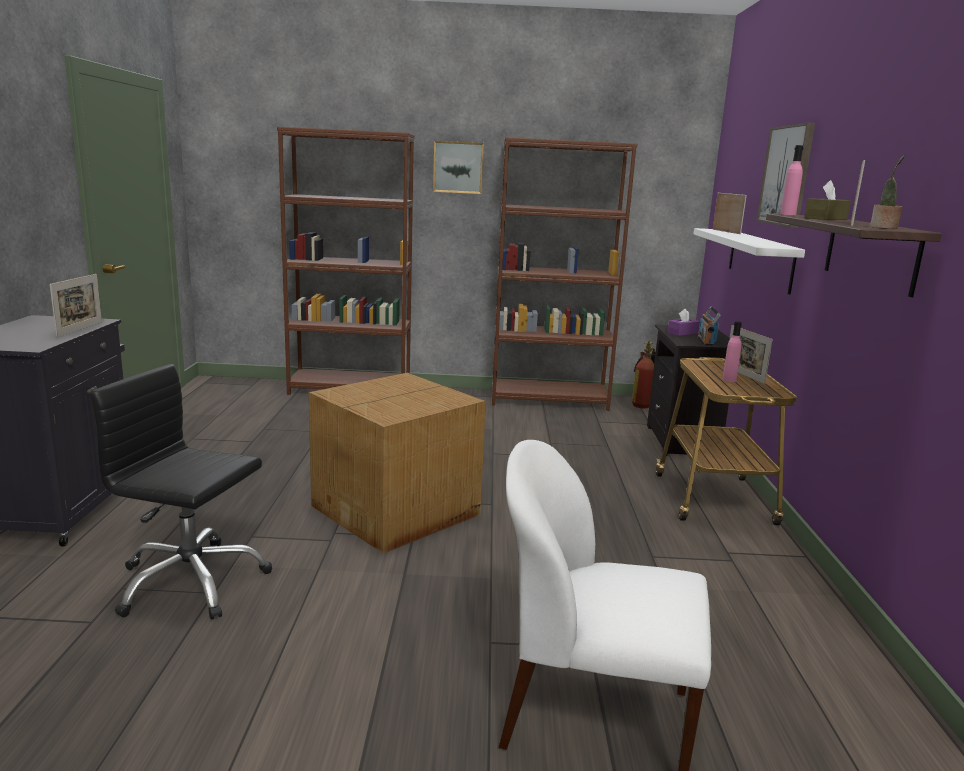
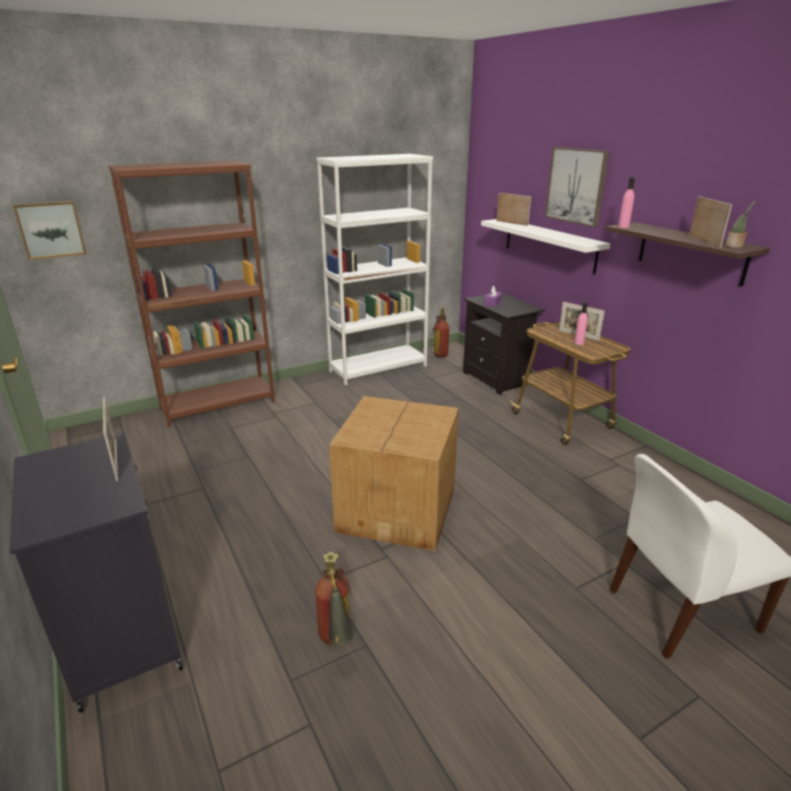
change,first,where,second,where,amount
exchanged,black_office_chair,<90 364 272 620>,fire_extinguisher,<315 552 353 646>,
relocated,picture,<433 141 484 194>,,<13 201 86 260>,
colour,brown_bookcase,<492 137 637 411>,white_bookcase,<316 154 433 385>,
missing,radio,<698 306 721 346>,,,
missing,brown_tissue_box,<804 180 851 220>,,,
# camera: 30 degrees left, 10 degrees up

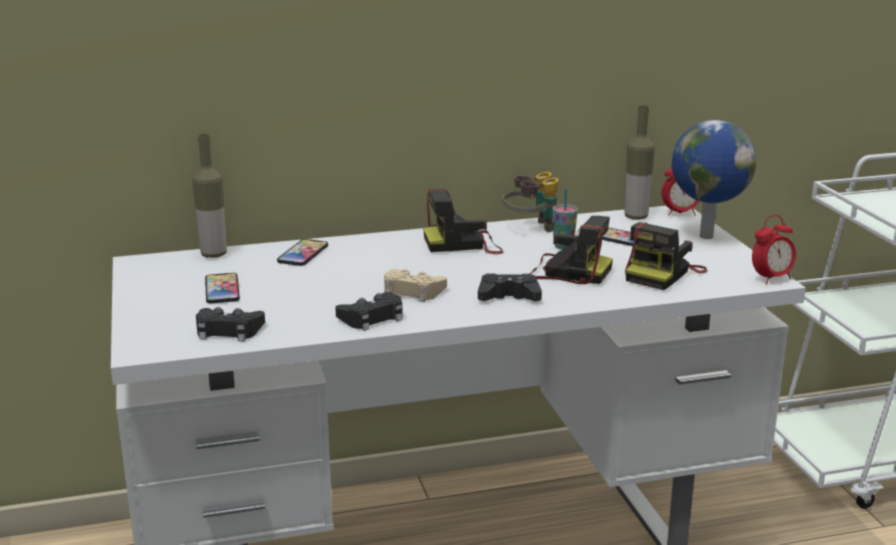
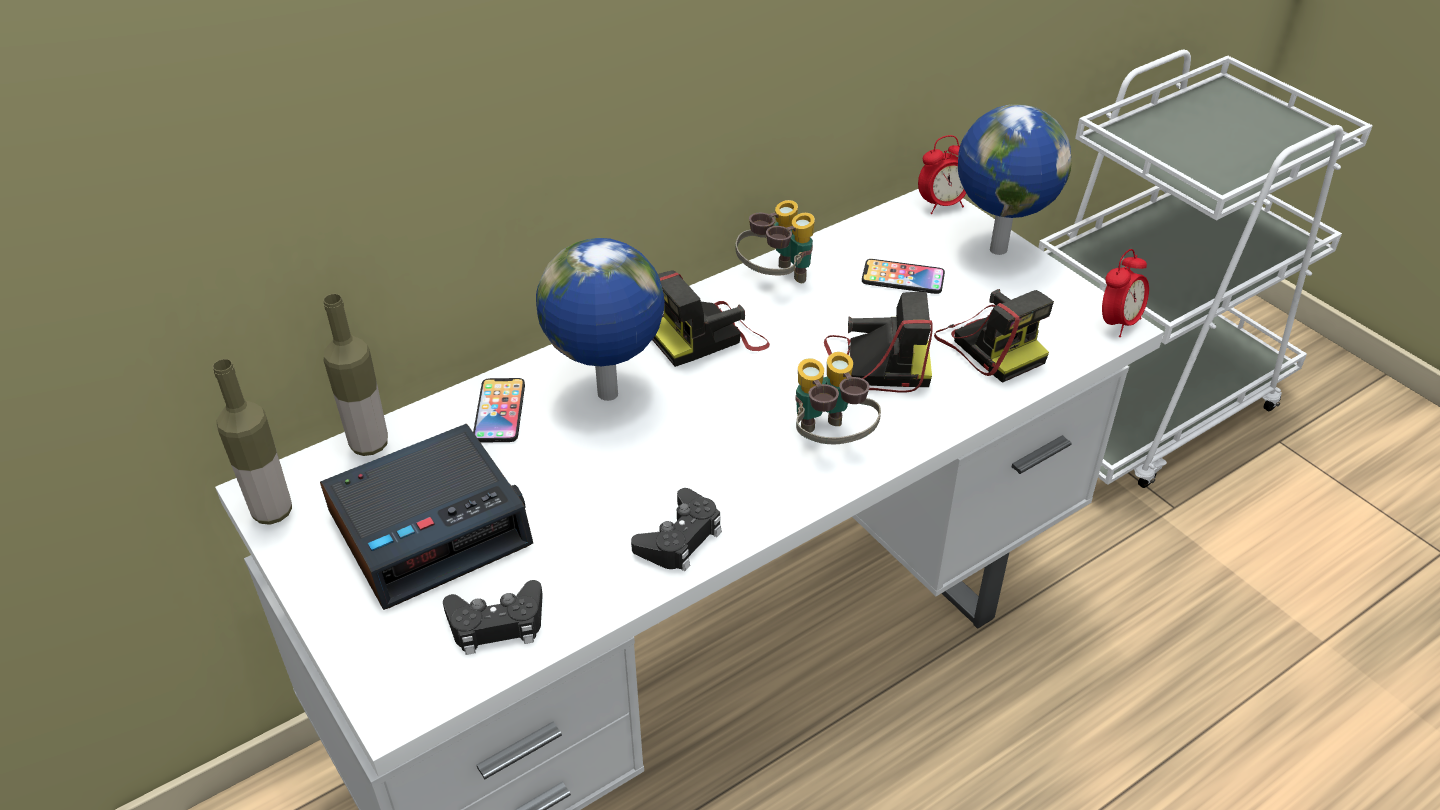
change,first,where,second,where,amount
exchanged,phone,<205 273 240 303>,alarm_clock,<320 424 533 610>,
missing,beige_game_controller,<384 269 447 302>,,,
exchanged,black_game_controller,<478 273 542 301>,binoculars,<796 352 881 444>,
missing,cup,<553 189 578 249>,,,
relocated,bottle,<624 105 655 220>,,<213 359 292 525>,
spun,photo_camera,<625 222 707 290>,,<934 289 1054 383>,45 degrees counterclockwise
appeared,,,globe,<536 238 665 401>,
# camera: 20 degrees left, 20 degrees up

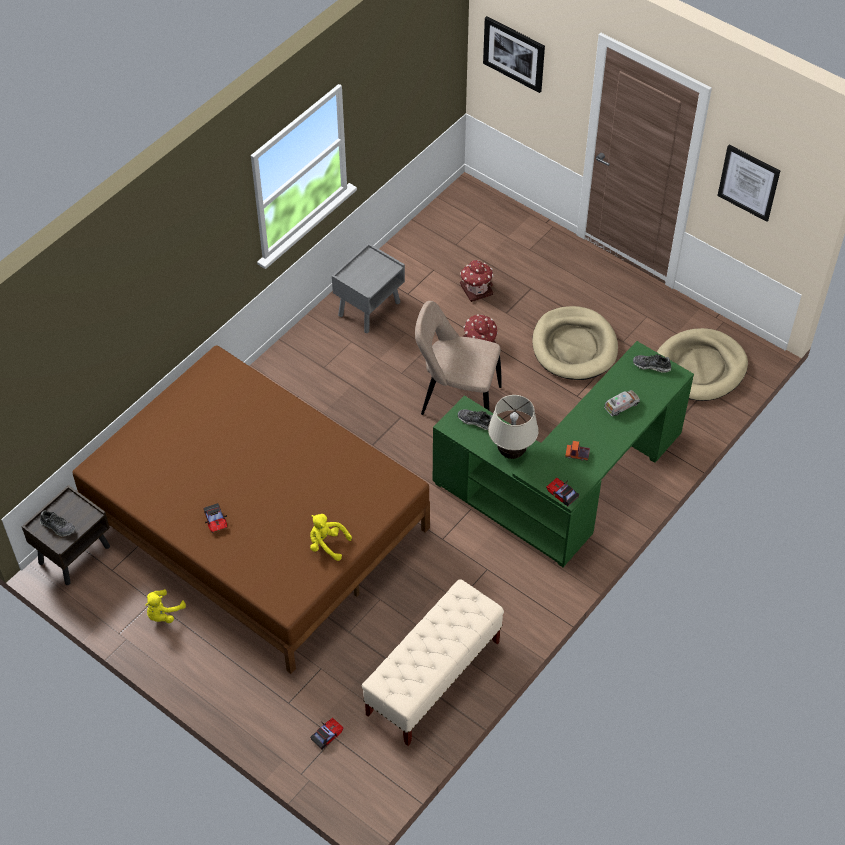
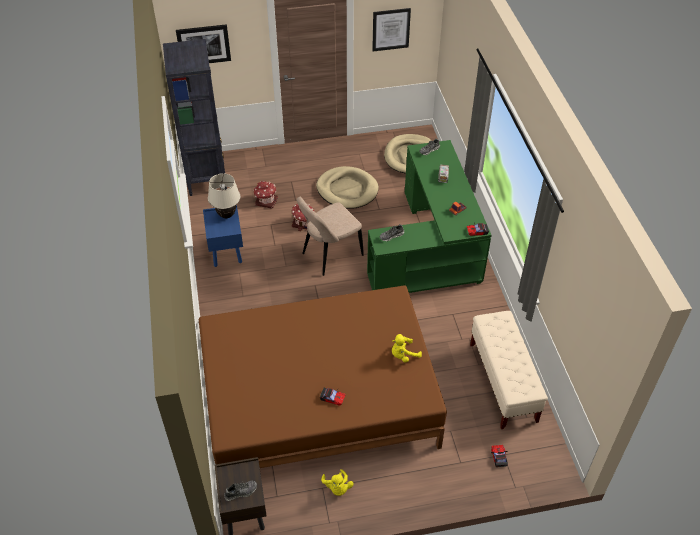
change,first,where,second,where,amount
colour,grey_nightstand,<332 243 405 333>,blue_nightstand,<203 205 243 267>,
relocated,beige_table_lamp,<488 395 539 459>,,<208 173 240 218>,
appeared,,,black_bookcase,<163 39 227 196>,
# camera: 50 degrees left, 5 degrees down

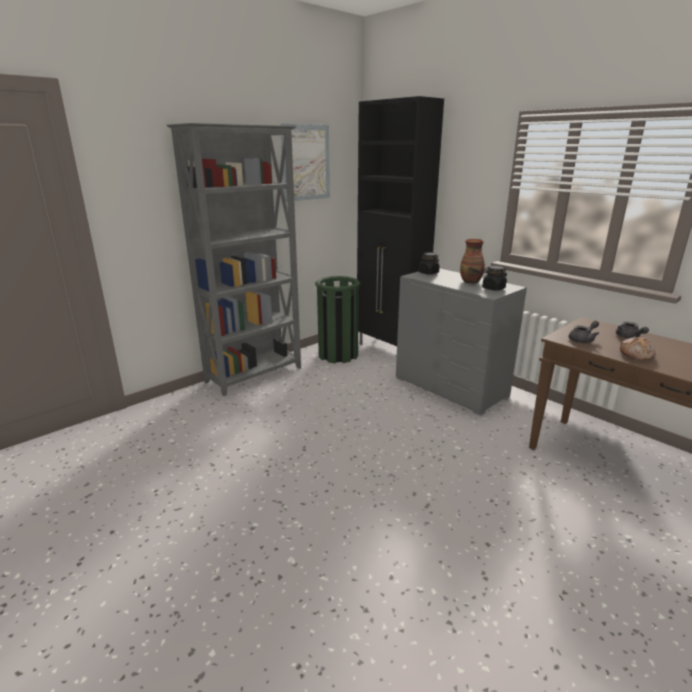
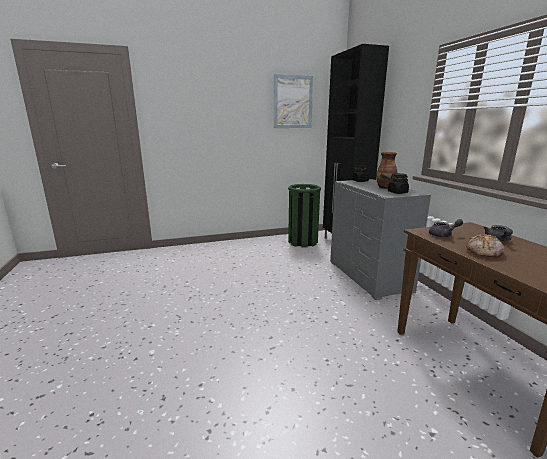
change,first,where,second,where,amount
missing,grey_bookcase,<167 123 301 396>,,,
# camera: 25 degrees right, 5 degrees down

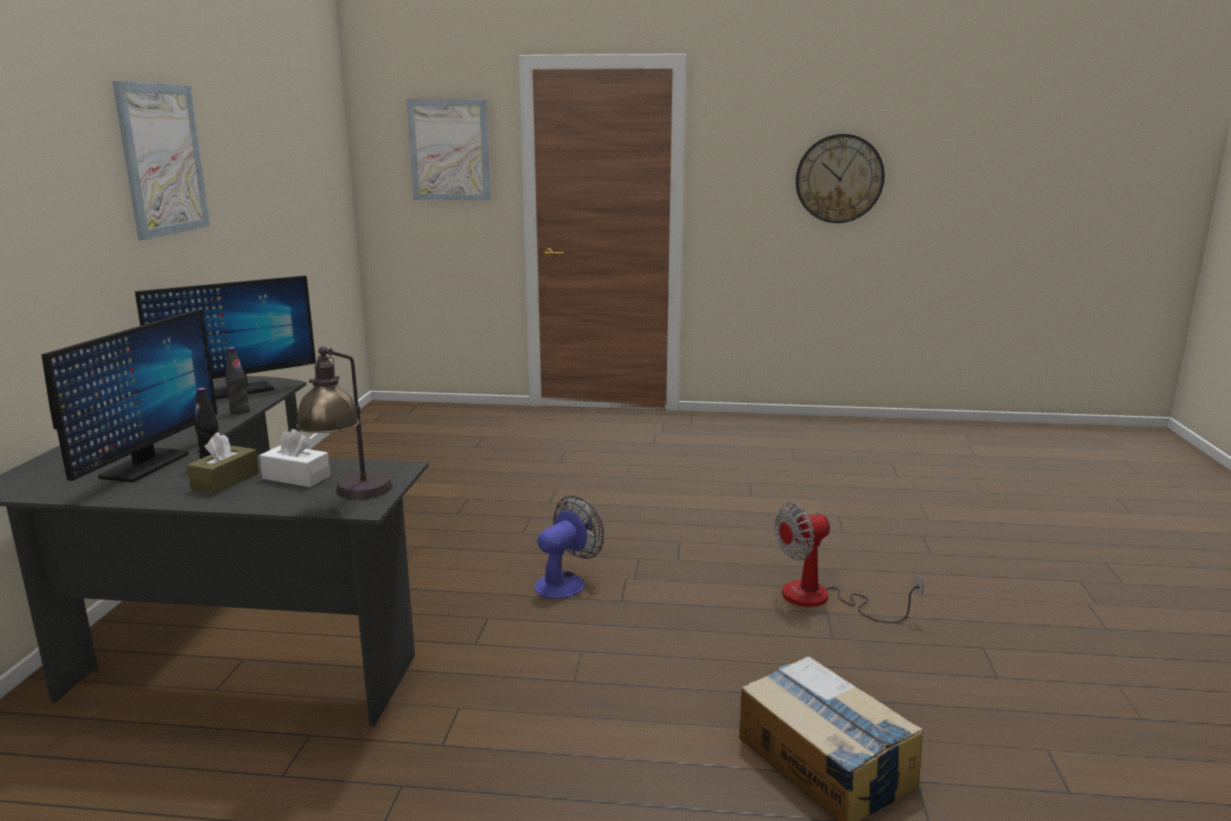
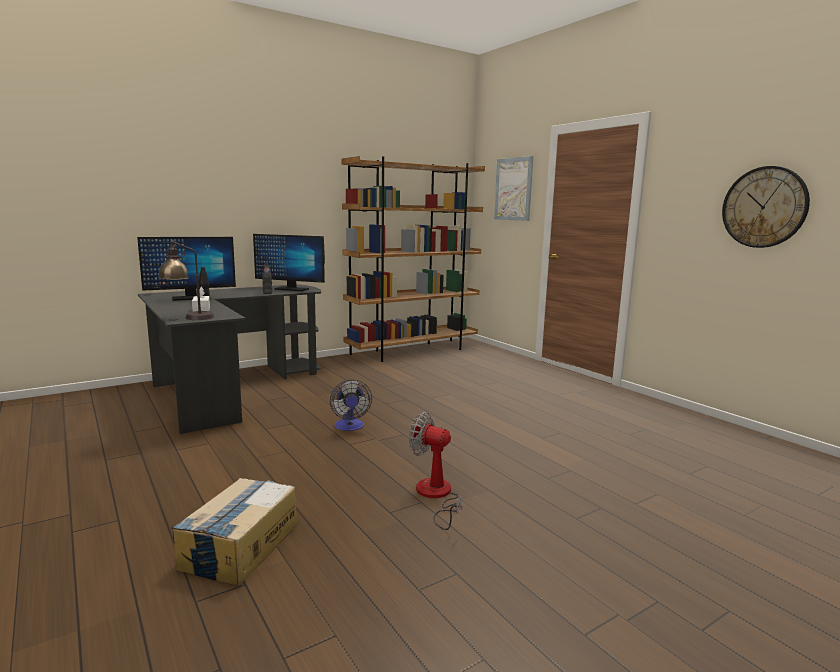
change,first,where,second,where,amount
missing,picture,<112 81 210 240>,,,
missing,brown_tissue_box,<187 432 259 494>,,,
spun,fan,<534 495 604 599>,,<330 379 372 431>,75 degrees clockwise
appeared,,,brown_bookcase,<341 156 485 362>,
# camera: 50 degrees right, 5 degrees down

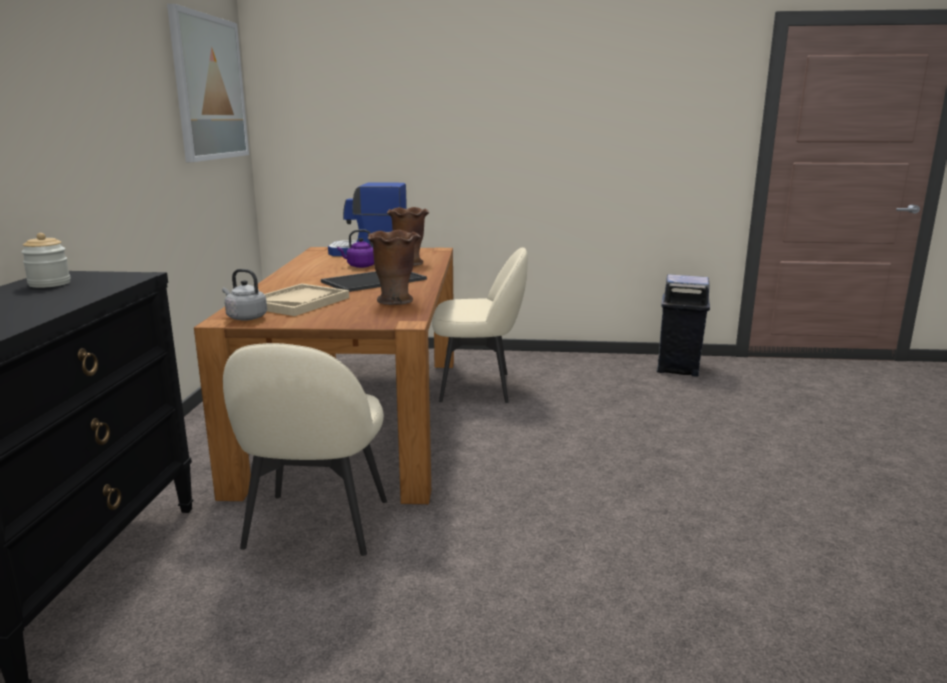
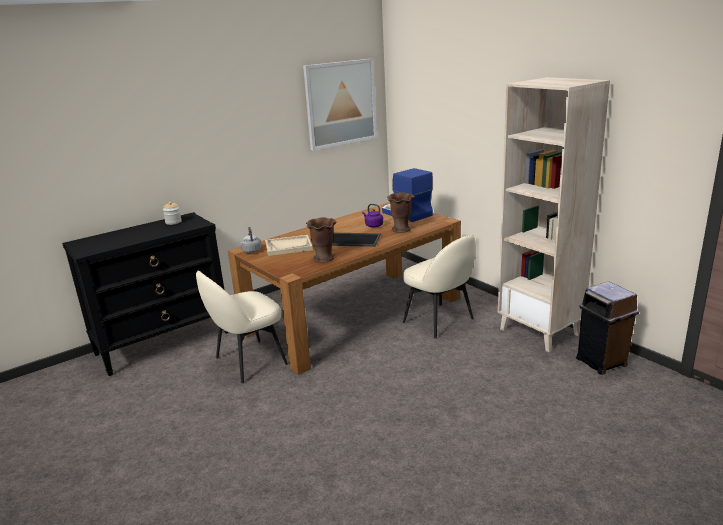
change,first,where,second,where,amount
colour,grey_trash_can,<656 274 710 377>,brown_trash_can,<576 282 639 375>,
appeared,,,beige_bookcase,<498 77 610 352>,
# camera: 50 degrees right, 5 degrees up

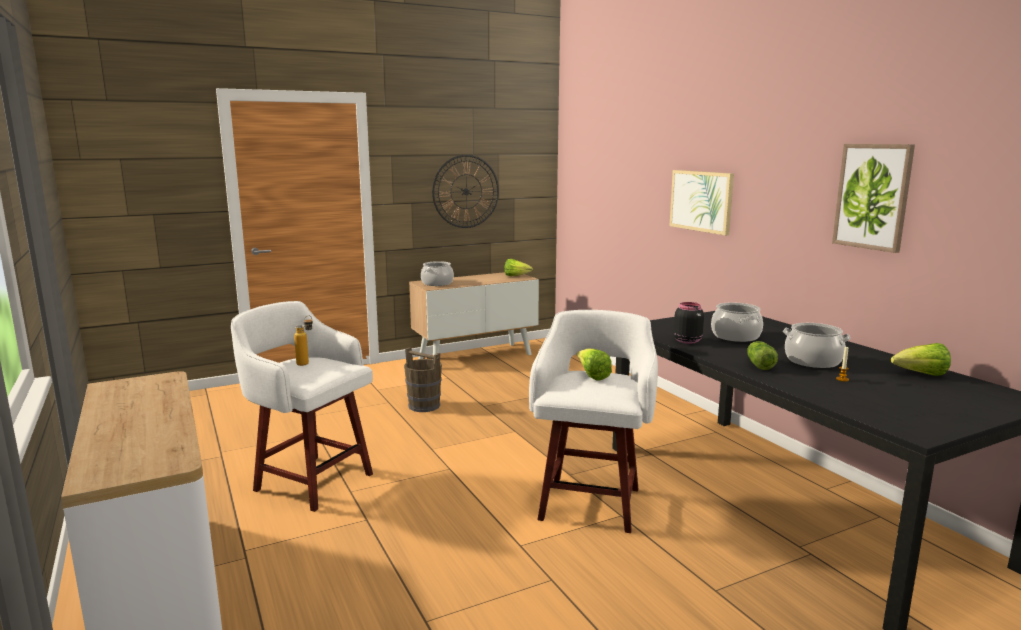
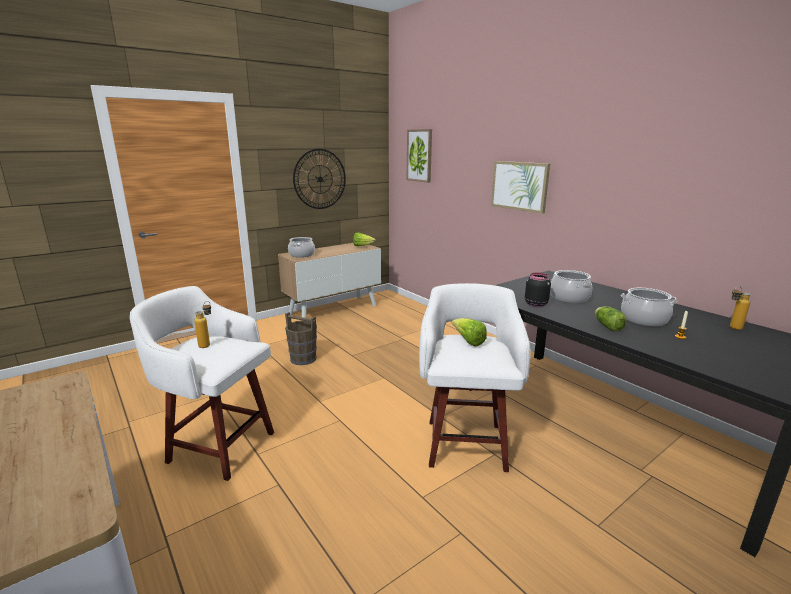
change,first,where,second,where,amount
relocated,picture,<832 144 915 253>,,<407 129 432 183>,
exchanged,lettuce,<891 343 951 376>,bottle,<730 286 751 330>,
# camera: 10 degrees left, 5 degrees up

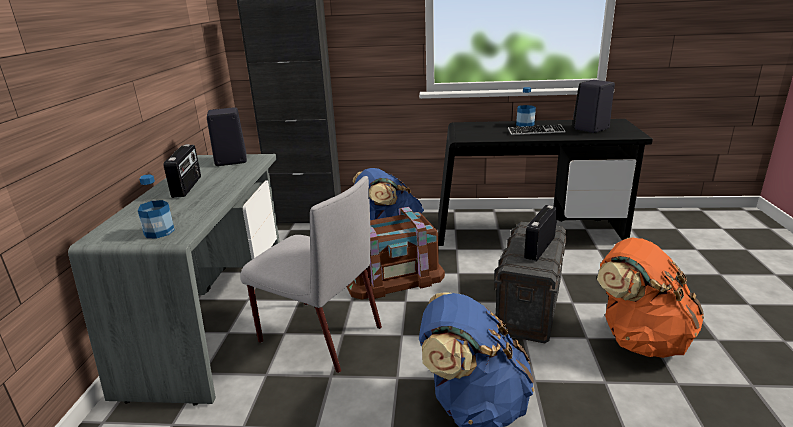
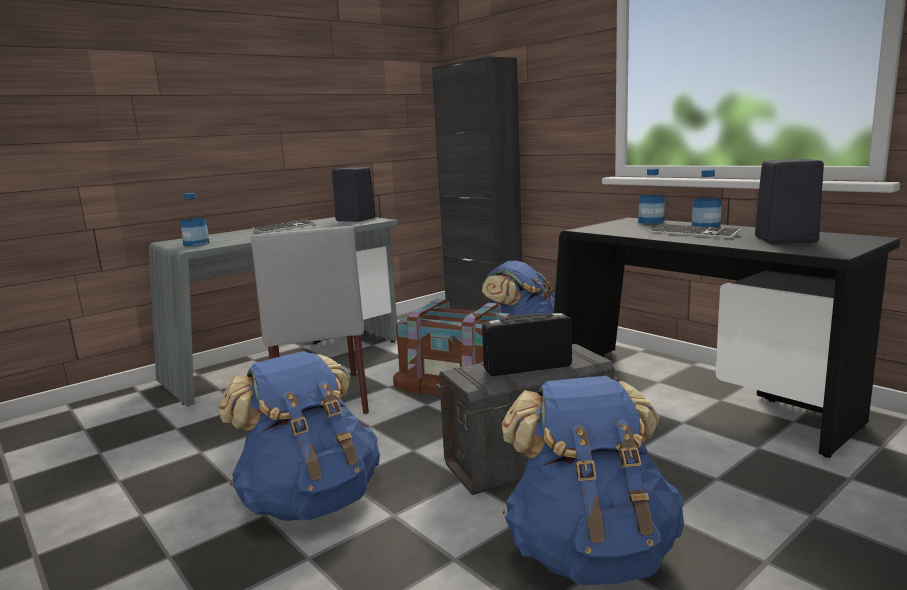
change,first,where,second,where,amount
exchanged,radio,<163 144 201 198>,keyboard,<252 219 316 233>,
colour,orange_backpack,<597 237 704 358>,blue_backpack,<502 376 684 585>,
appeared,,,bottle,<638 169 665 224>,
# camera: 45 degrees right, 10 degrees down

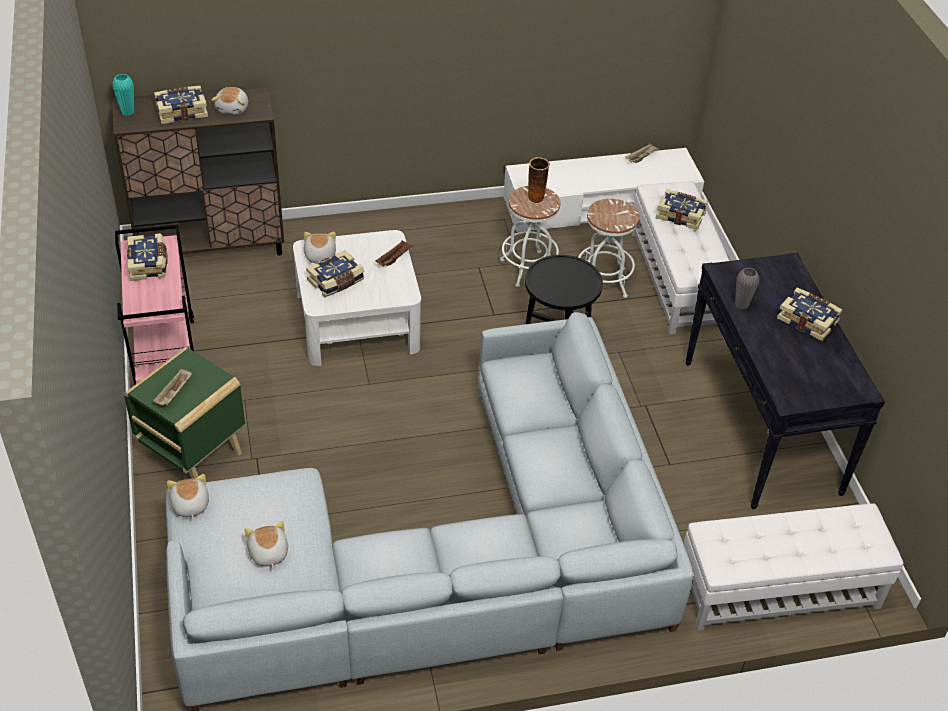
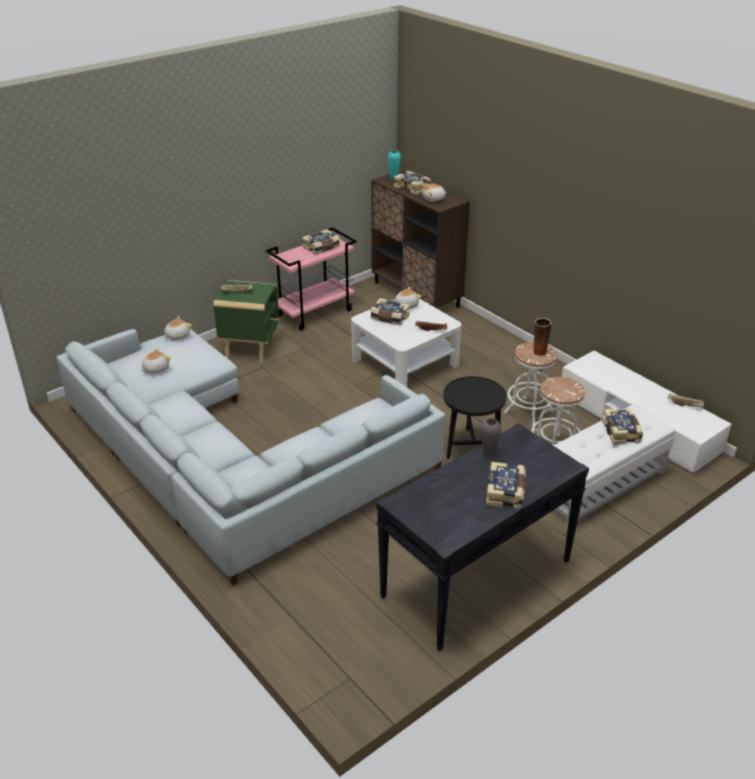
change,first,where,second,where,amount
missing,white_ottoman,<684 503 904 630>,,,
# camera: 65 degrees right, 10 degrees down

